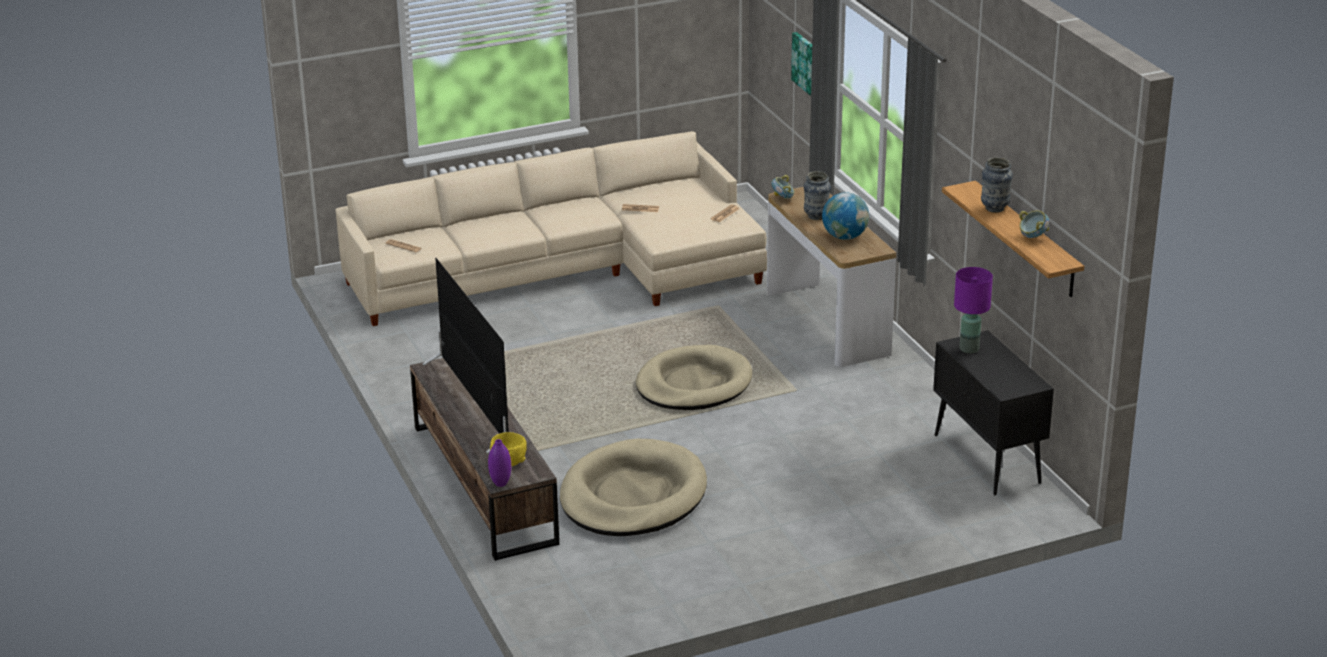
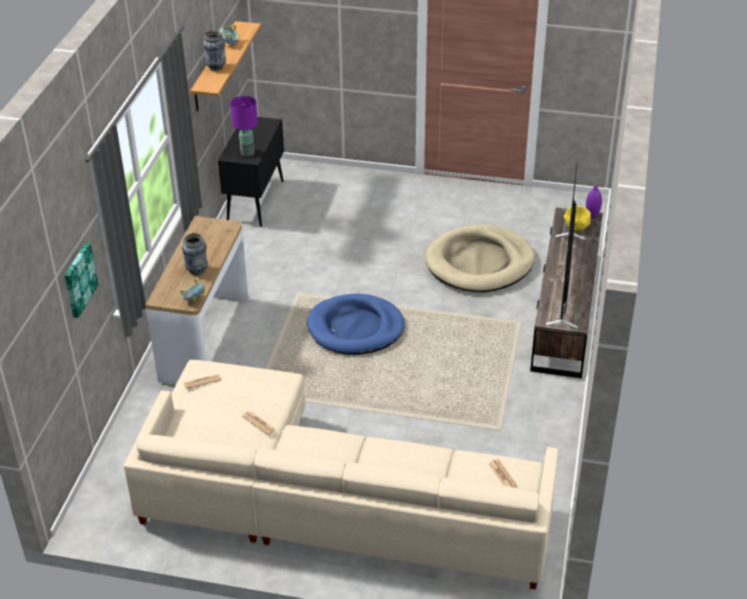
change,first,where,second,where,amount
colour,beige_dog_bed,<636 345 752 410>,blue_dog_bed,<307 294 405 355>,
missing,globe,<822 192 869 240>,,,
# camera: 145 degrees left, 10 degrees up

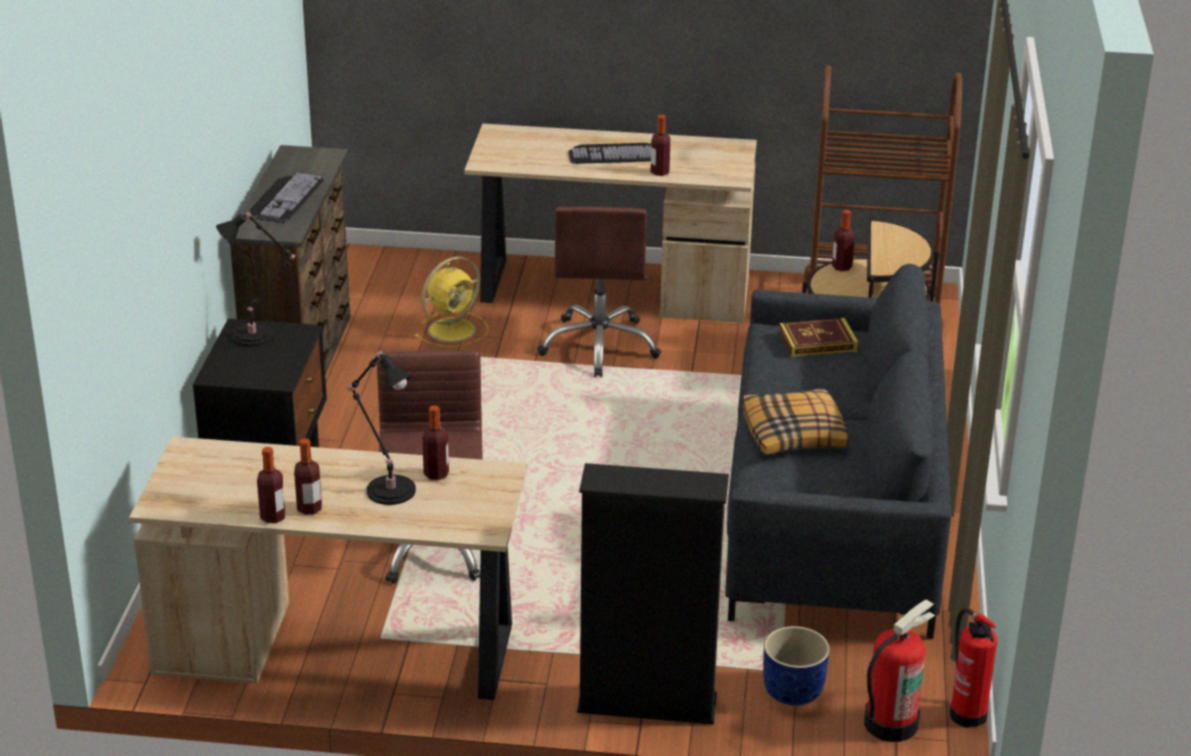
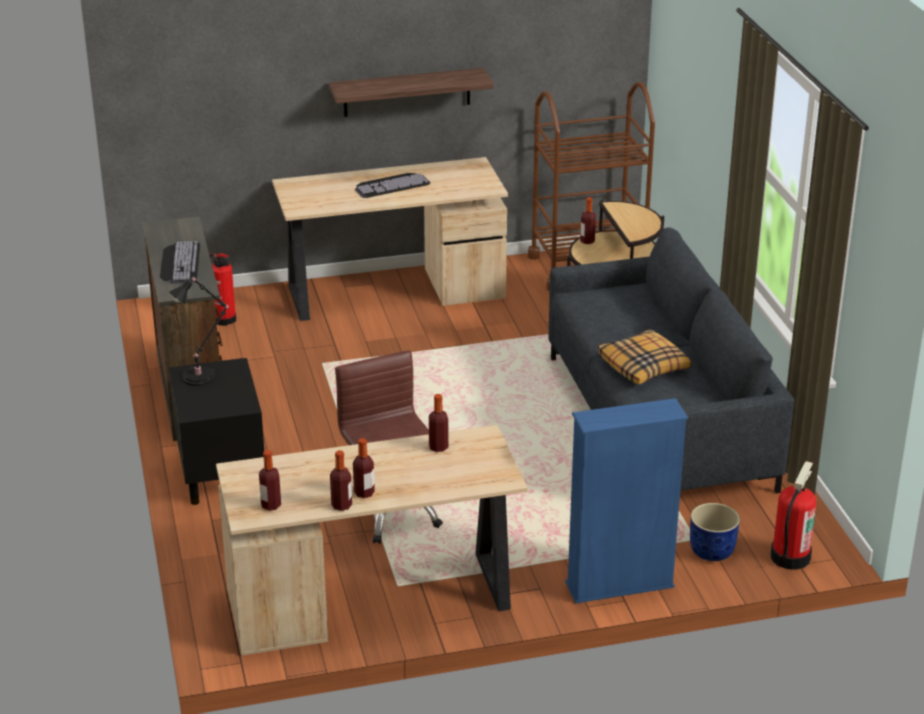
change,first,where,second,where,amount
missing,black_table_lamp,<346 351 416 505>,,,
missing,yellow_fan,<414 257 489 347>,,,
missing,brown_office_chair,<537 207 661 377>,,,
colour,black_bookcase,<577 463 729 724>,blue_bookcase,<565 398 688 603>,
relocated,bottle,<651 115 671 176>,,<259 450 281 511>,
missing,book,<779 318 858 357>,,,
relocated,fire_extinguisher,<950 608 997 728>,,<209 253 236 326>,
appeared,,,shelf,<329 68 494 117>,
# camera: 20 degrees left, 0 degrees up

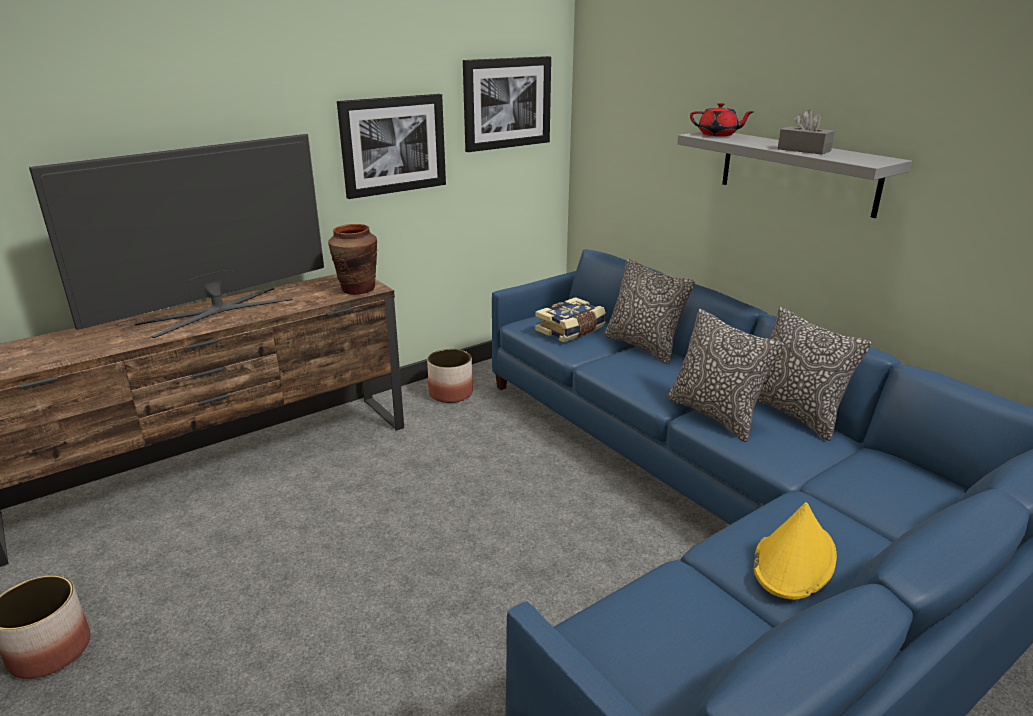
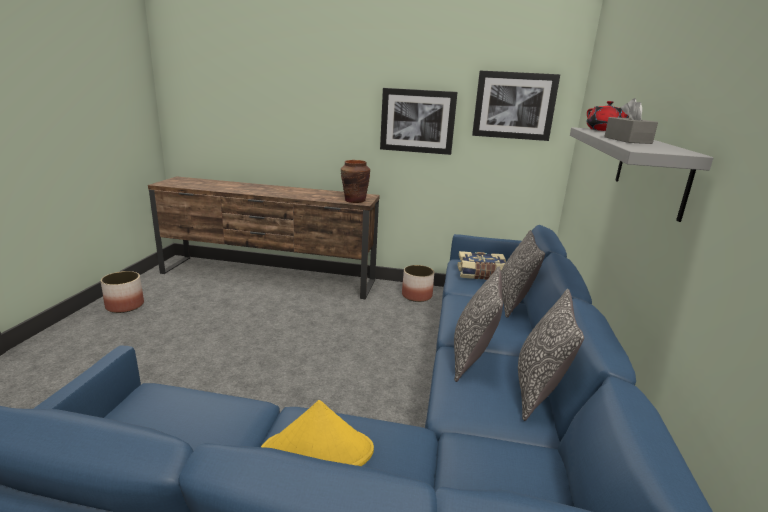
change,first,where,second,where,amount
missing,television,<29 134 324 338>,,,
# camera: 45 degrees right, 5 degrees down

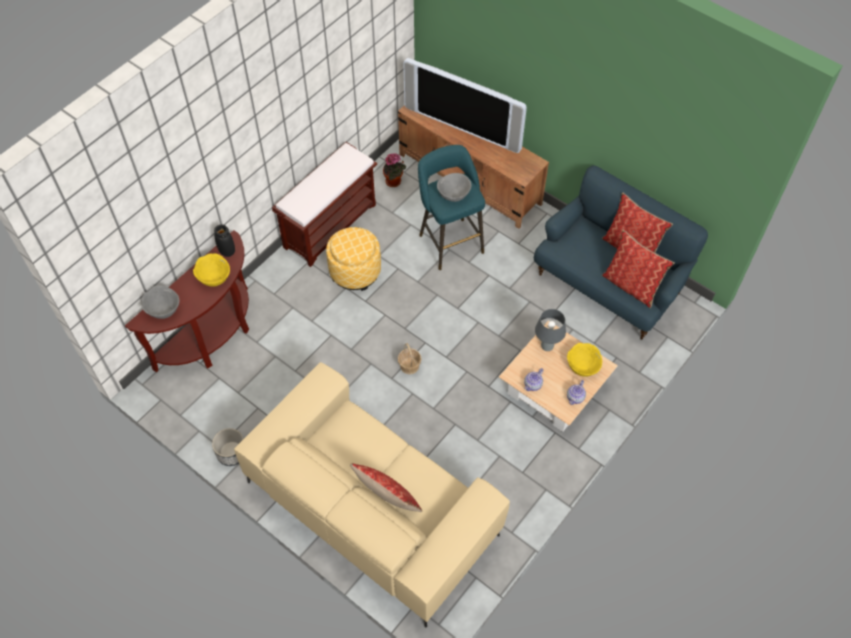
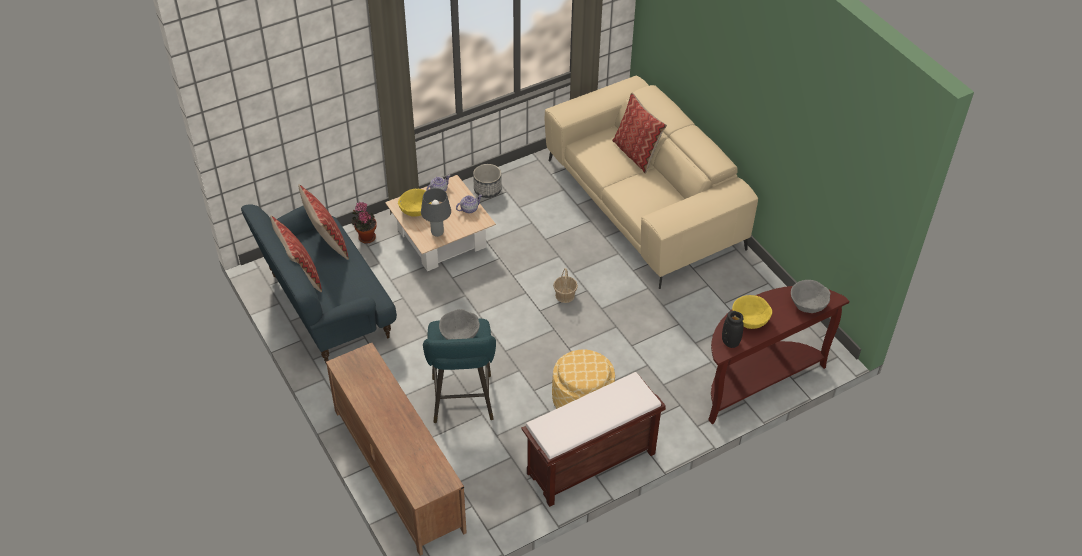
change,first,where,second,where,amount
relocated,planter,<212 428 243 466>,,<473 164 502 198>,
relocated,potted_plant,<383 153 406 187>,,<352 202 377 243>,
missing,television,<403 58 527 153>,,,
# camera: 160 degrees left, 10 degrees down

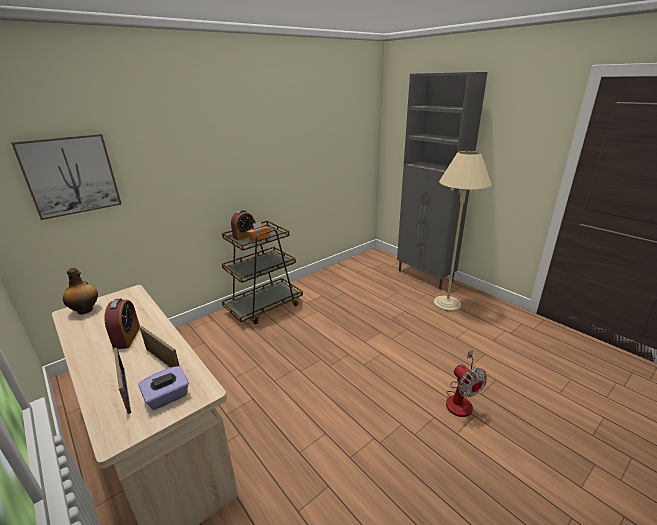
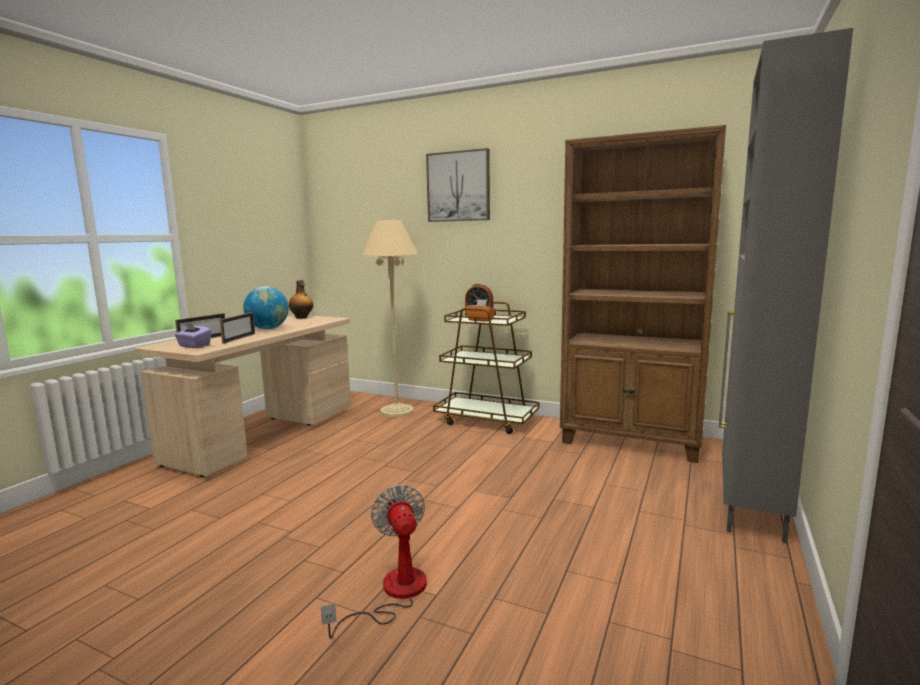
change,first,where,second,where,amount
relocated,picture,<11 134 121 220>,,<426 148 490 222>,
exchanged,alarm_clock,<104 298 140 349>,globe,<243 286 289 329>,
relocated,beige_floor_lamp,<434 151 492 312>,,<362 220 419 417>,
spun,fan,<446 350 487 417>,,<321 485 427 639>,120 degrees clockwise
appeared,,,brown_bookcase,<560 125 726 463>,
# camera: 65 degrees right, 15 degrees down

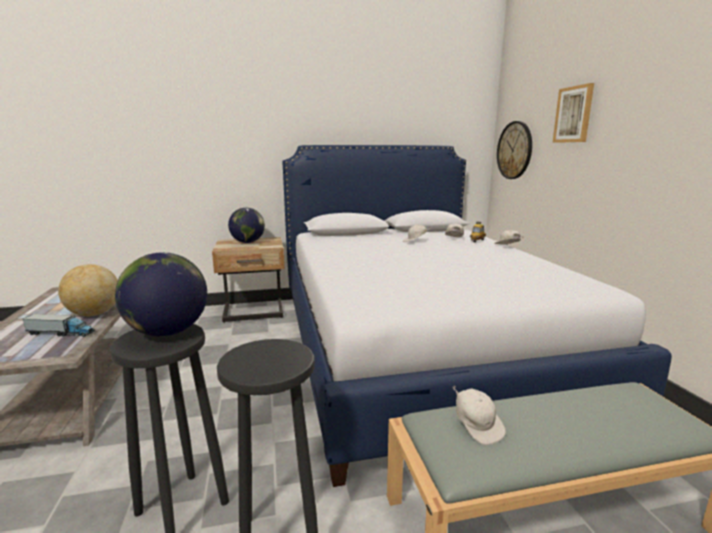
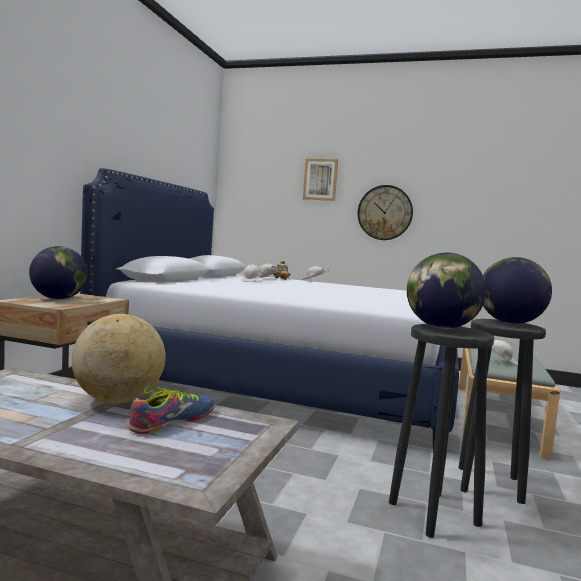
change,first,where,second,where,amount
exchanged,toy_truck,<23 314 95 337>,shoe,<129 386 215 434>,
relocated,wall_clock,<497 121 532 179>,,<357 185 413 240>,
appeared,,,globe,<483 257 552 324>,
# camera: 60 degrees left, 10 degrees down

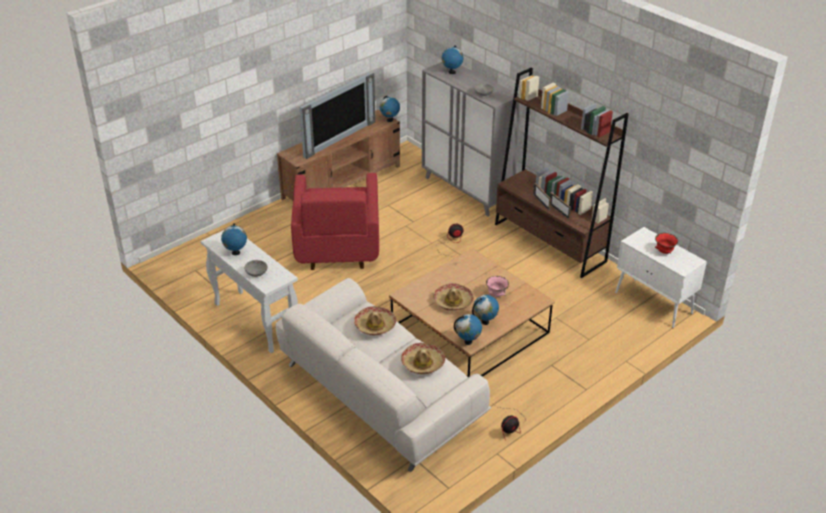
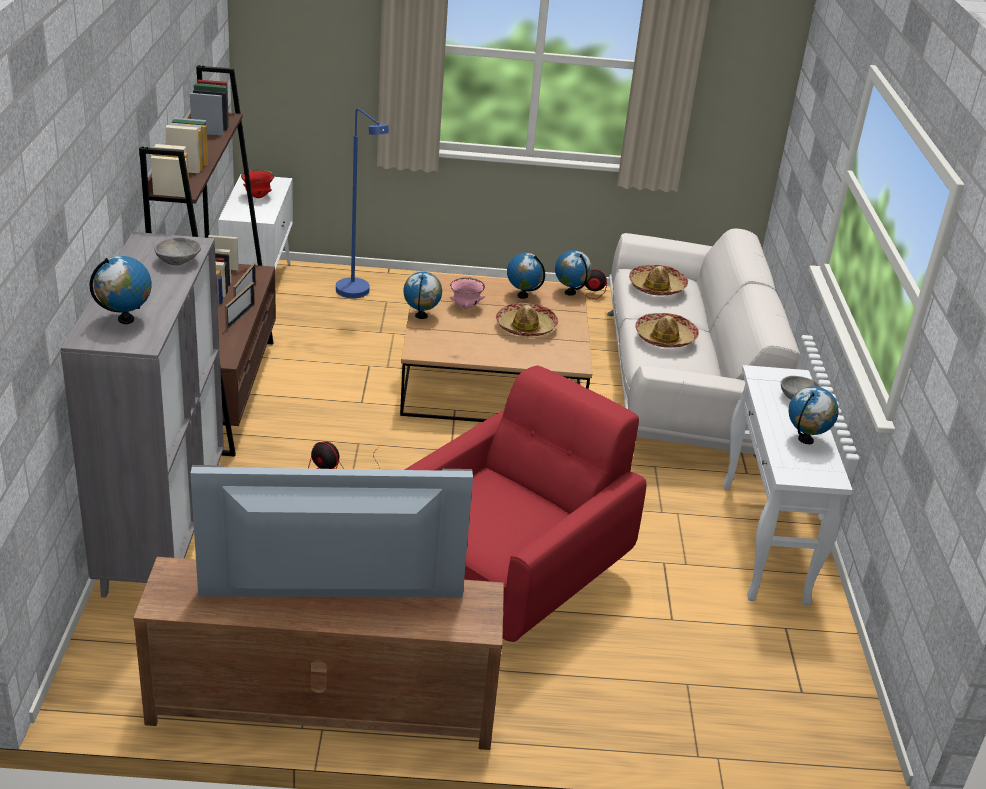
change,first,where,second,where,amount
relocated,globe,<380 96 400 122>,,<403 272 442 319>,
appeared,,,blue_floor_lamp,<336 108 389 298>,
# camera: 140 degrees left, 5 degrees down

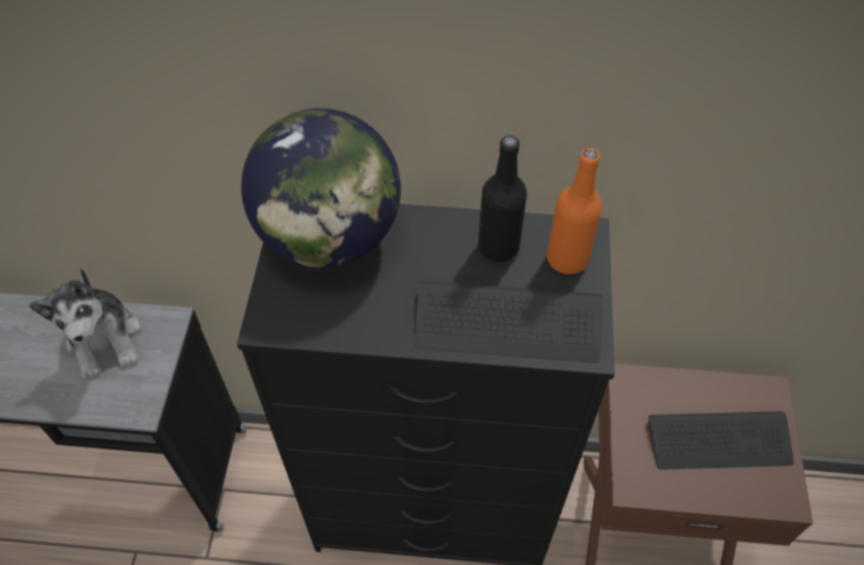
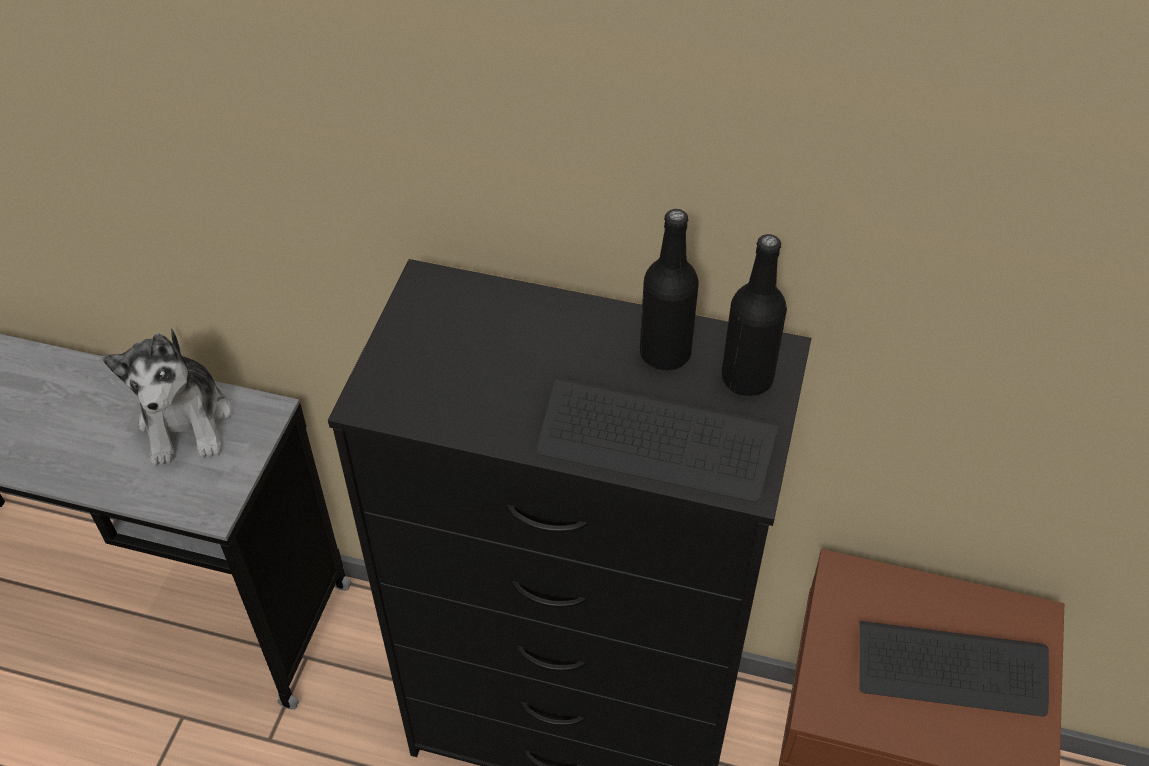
change,first,where,second,where,amount
missing,globe,<241 108 401 268>,,,
colour,orange_bottle,<547 148 602 274>,black_bottle,<721 234 787 396>,
# camera: 10 degrees right, 5 degrees down

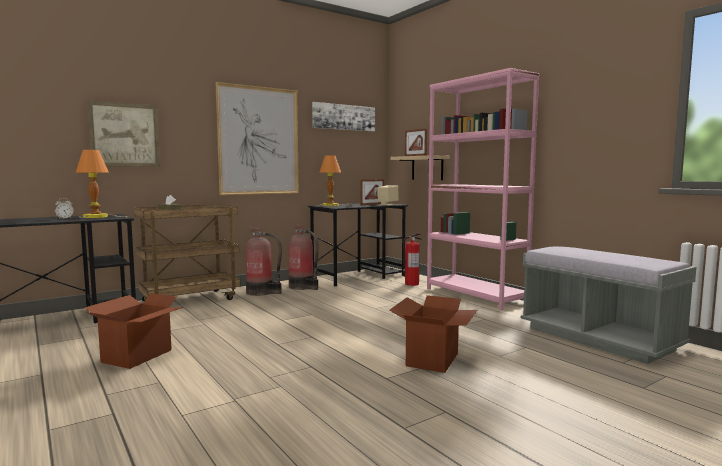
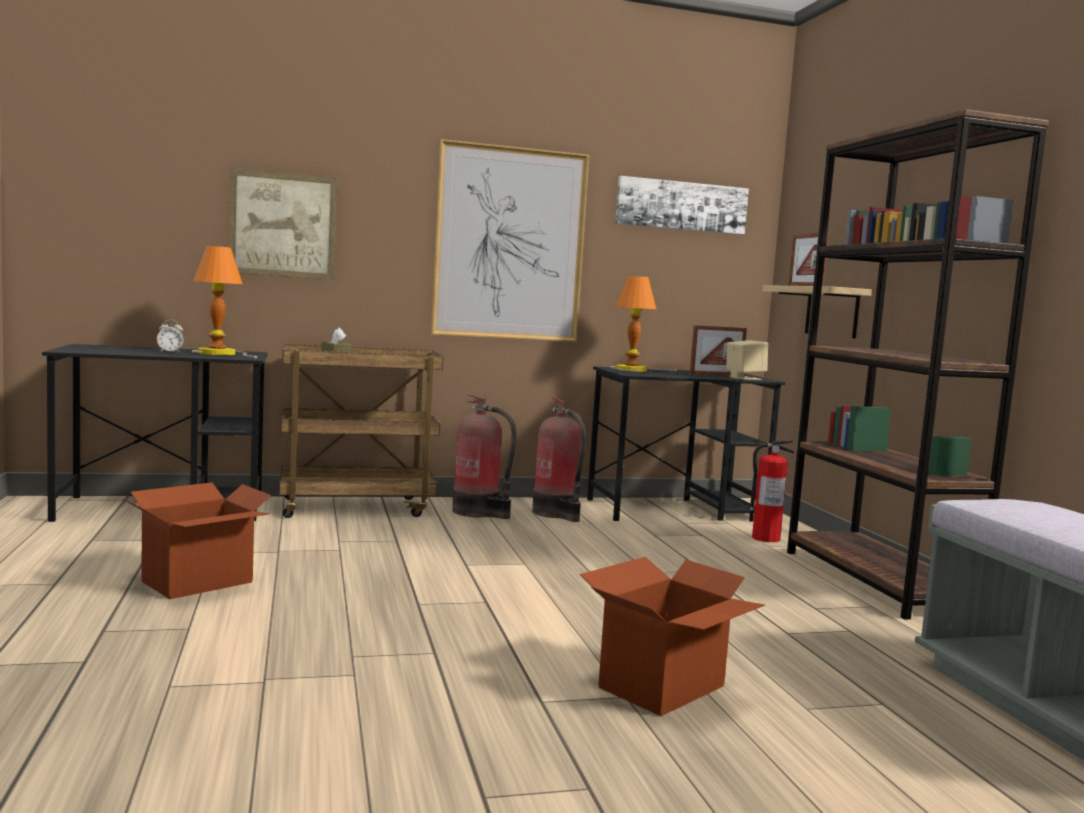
change,first,where,second,where,amount
colour,pink_bookcase,<427 68 540 310>,brown_bookcase,<787 109 1049 620>,
# camera: 20 degrees right, 0 degrees up

